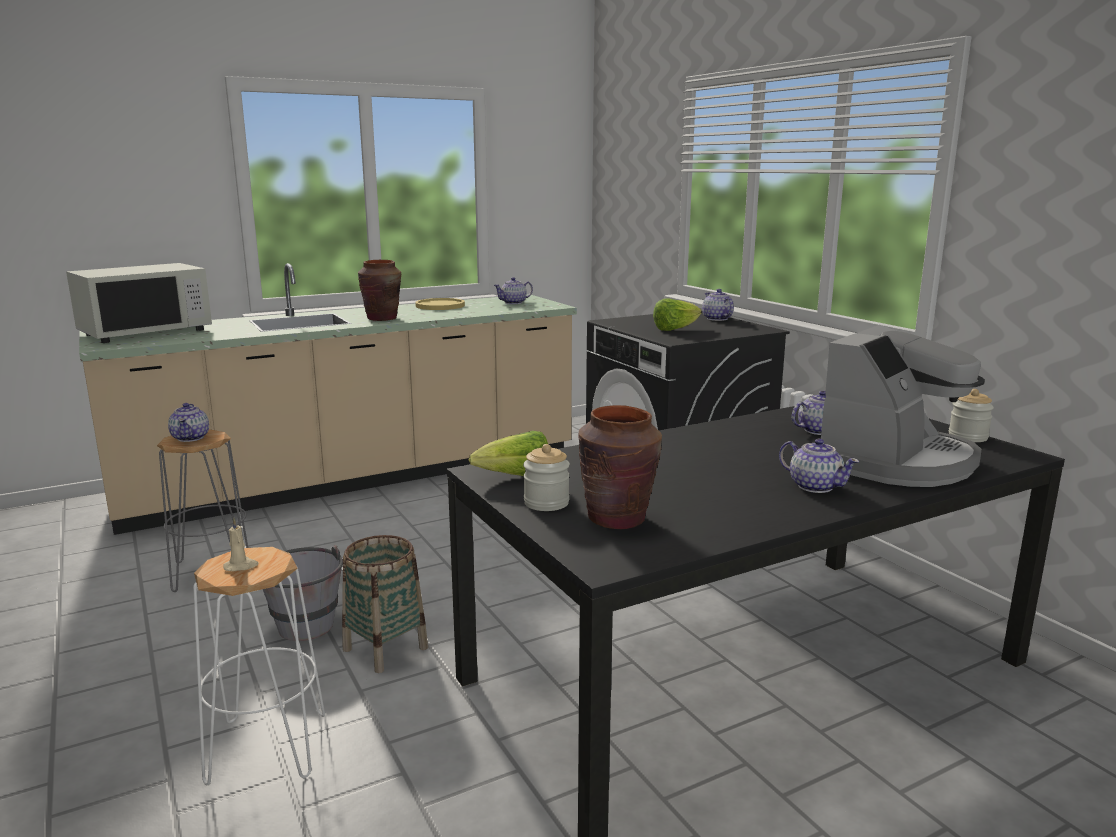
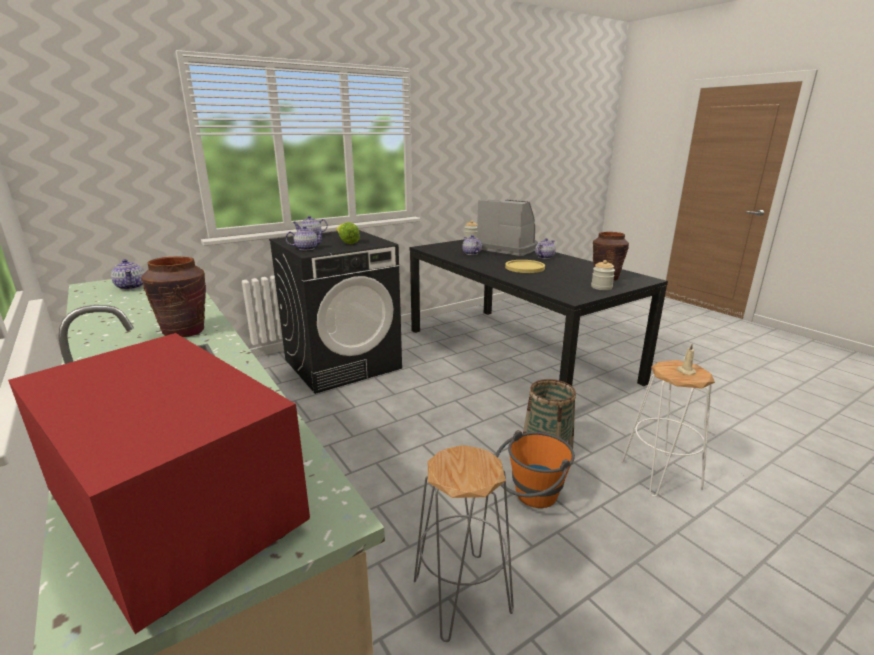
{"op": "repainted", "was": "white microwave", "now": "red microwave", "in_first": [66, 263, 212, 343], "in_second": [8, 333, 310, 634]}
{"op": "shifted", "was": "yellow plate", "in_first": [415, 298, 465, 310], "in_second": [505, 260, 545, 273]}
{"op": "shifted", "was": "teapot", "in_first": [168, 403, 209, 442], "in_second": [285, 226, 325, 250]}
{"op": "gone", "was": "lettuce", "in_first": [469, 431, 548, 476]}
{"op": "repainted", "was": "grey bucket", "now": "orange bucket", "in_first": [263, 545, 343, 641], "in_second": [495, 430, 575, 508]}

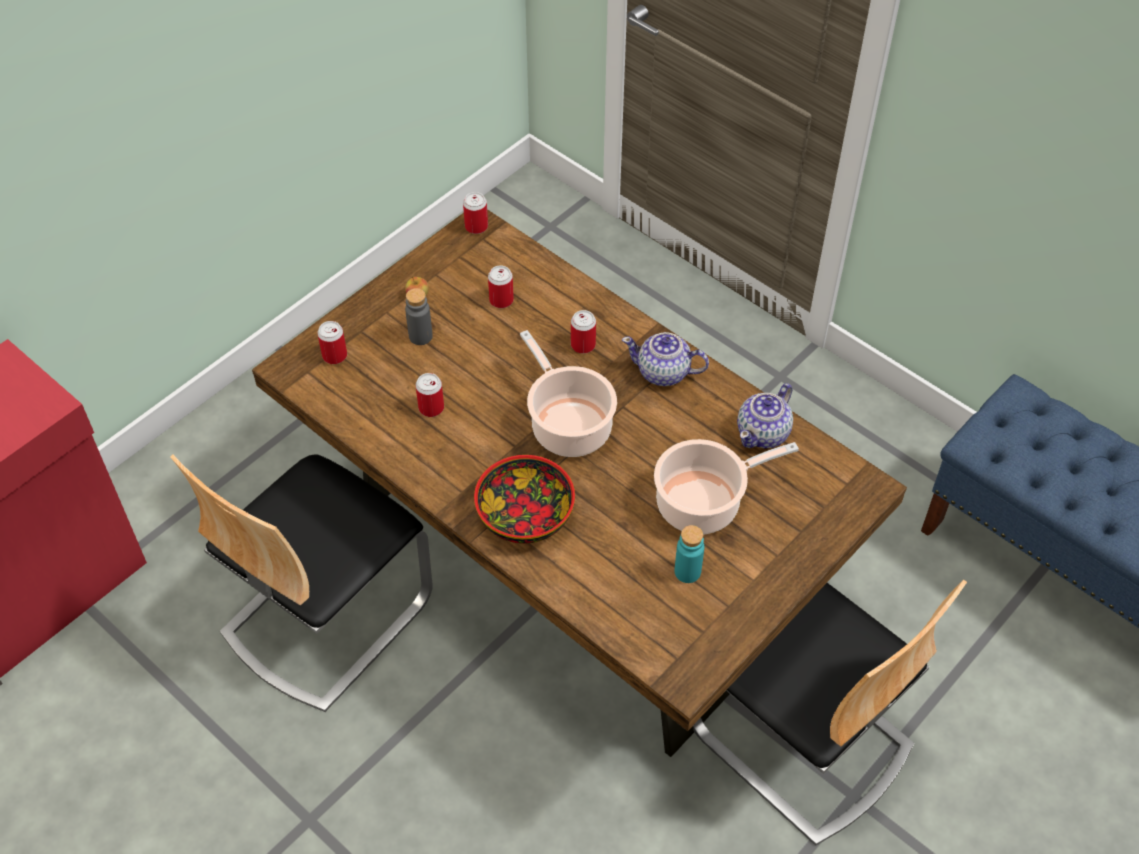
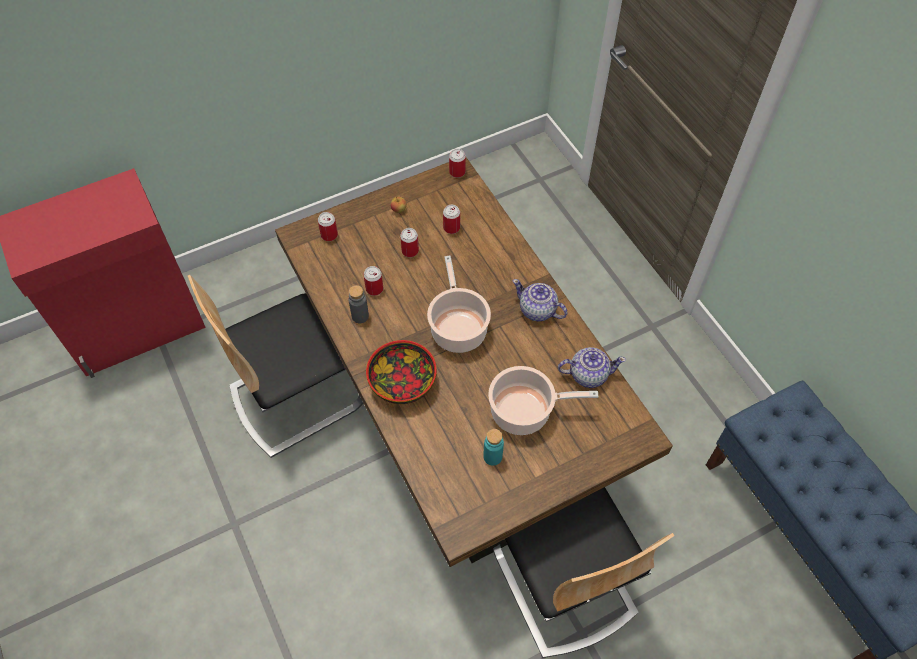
{"op": "shifted", "was": "grey bottle", "in_first": [405, 288, 433, 345], "in_second": [349, 285, 369, 323]}
{"op": "shifted", "was": "can", "in_first": [571, 310, 596, 354], "in_second": [400, 228, 419, 257]}
{"op": "rotated", "was": "teapot", "in_first": [737, 383, 793, 448], "in_second": [558, 347, 626, 388], "clockwise": -150}

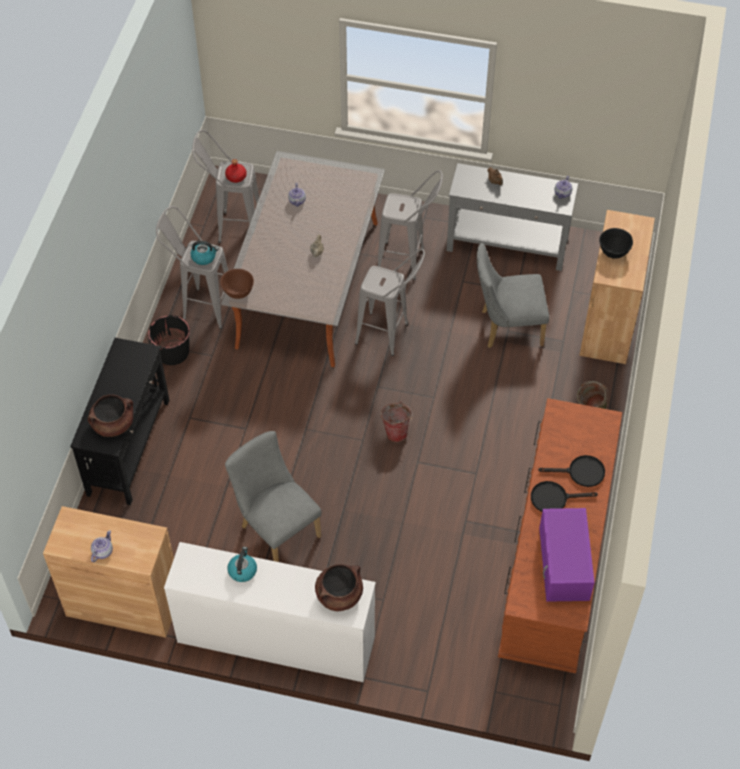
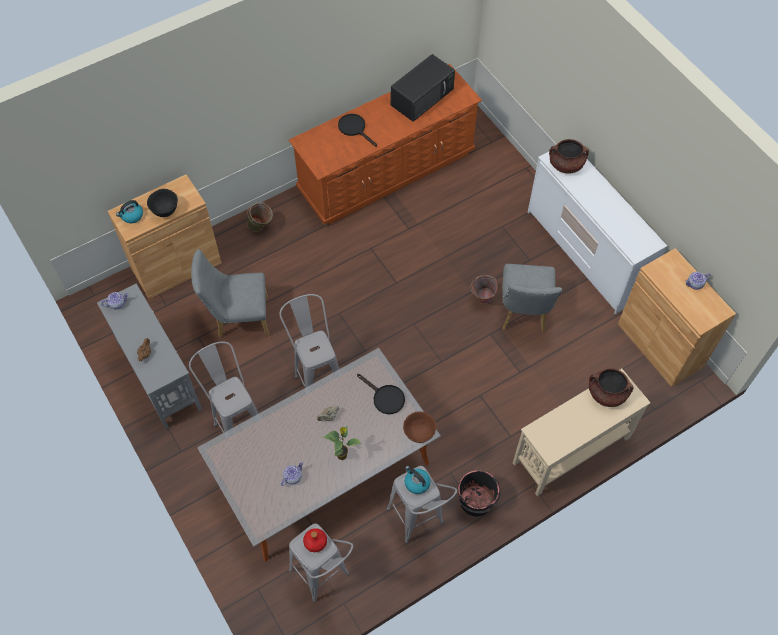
{"op": "rotated", "was": "grey chair", "in_first": [477, 243, 549, 348], "in_second": [191, 249, 269, 338], "clockwise": 135}
{"op": "repainted", "was": "black console table", "now": "beige console table", "in_first": [70, 338, 169, 505], "in_second": [513, 368, 650, 496]}
{"op": "shifted", "was": "bucket", "in_first": [381, 401, 413, 442], "in_second": [471, 275, 498, 304]}
{"op": "shifted", "was": "black frying pan", "in_first": [531, 481, 598, 512], "in_second": [357, 374, 405, 414]}
{"op": "repainted", "was": "purple microwave", "now": "black microwave", "in_first": [539, 508, 595, 602], "in_second": [391, 54, 455, 122]}
{"op": "shifted", "was": "kettle", "in_first": [227, 547, 257, 582], "in_second": [116, 200, 143, 223]}
{"op": "new", "now": "potted plant", "in_second": [323, 426, 362, 460]}

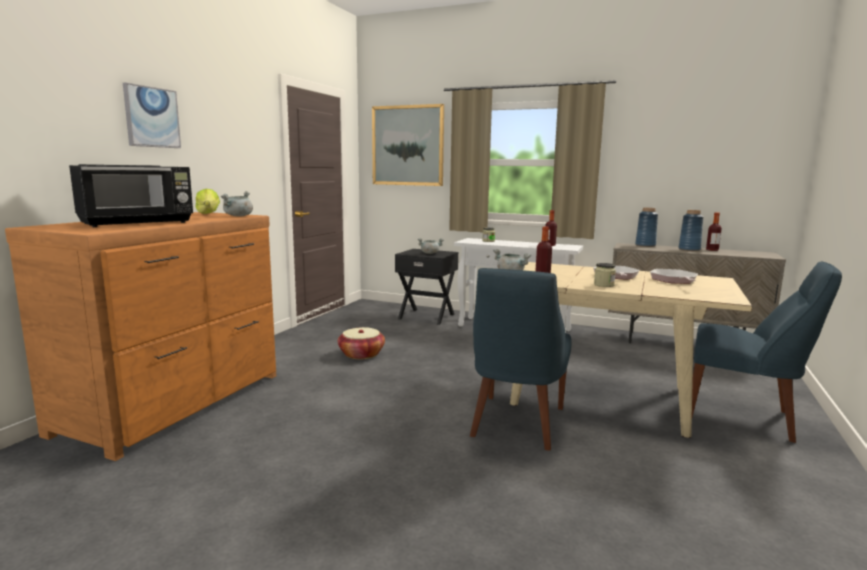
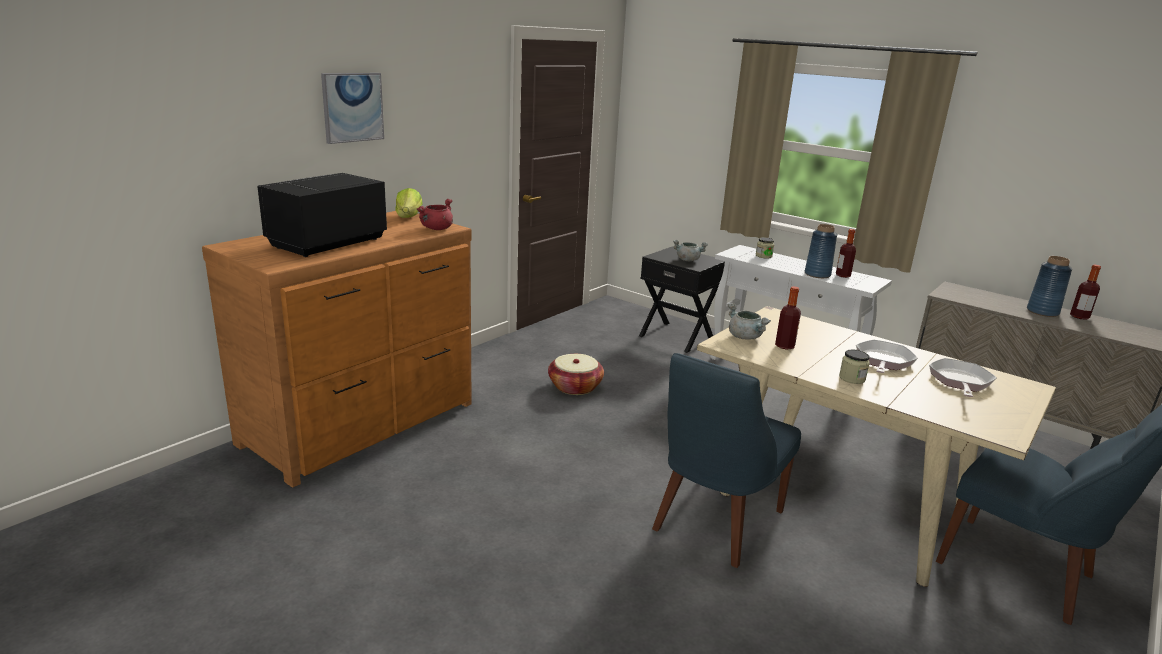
{"op": "gone", "was": "picture", "in_first": [372, 104, 444, 186]}
{"op": "rotated", "was": "black microwave", "in_first": [69, 164, 193, 227], "in_second": [257, 173, 387, 257], "clockwise": 150}
{"op": "repainted", "was": "grey cooking pot", "now": "red cooking pot", "in_first": [221, 191, 253, 217], "in_second": [417, 199, 453, 230]}
{"op": "shifted", "was": "blue vase", "in_first": [635, 208, 658, 247], "in_second": [805, 224, 837, 278]}

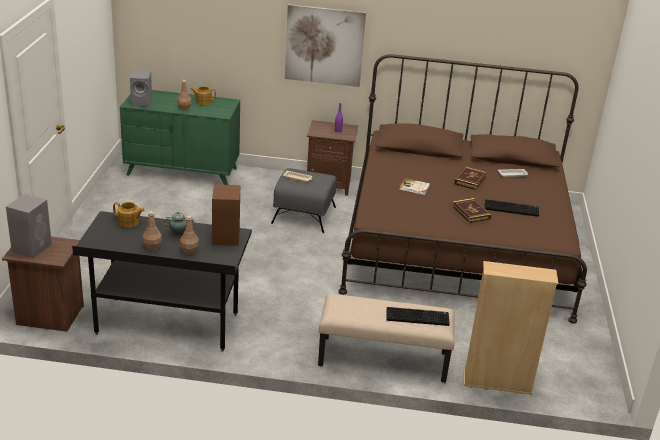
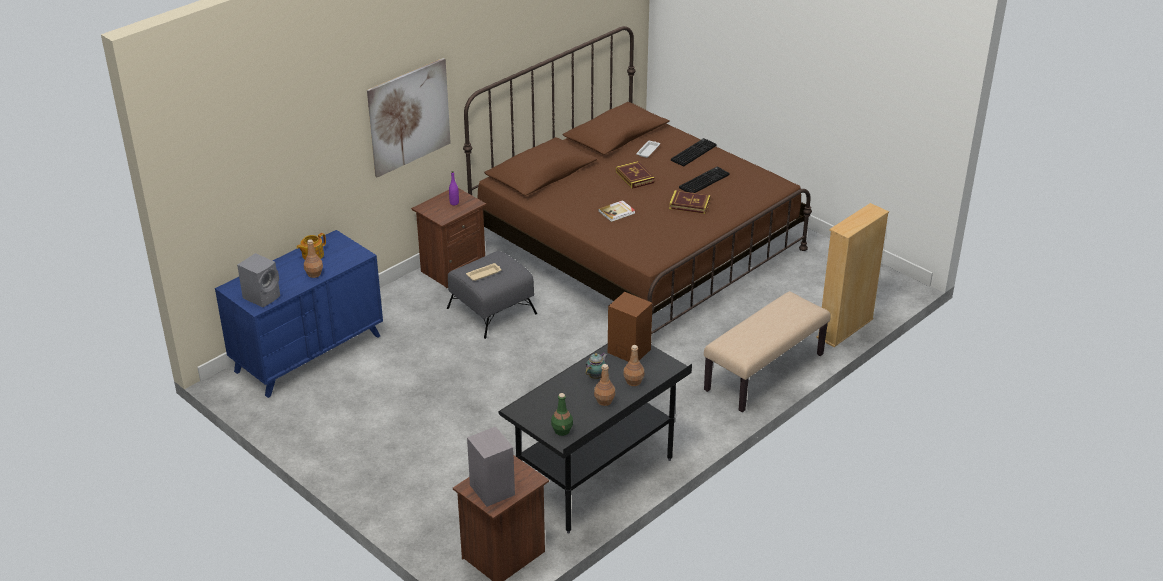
{"op": "repainted", "was": "green dresser", "now": "blue dresser", "in_first": [120, 90, 240, 185], "in_second": [215, 230, 383, 398]}
{"op": "gone", "was": "teapot", "in_first": [113, 202, 145, 227]}
{"op": "shifted", "was": "keyboard", "in_first": [387, 307, 450, 326], "in_second": [671, 138, 717, 167]}
{"op": "new", "now": "green bottle", "in_second": [551, 393, 573, 436]}

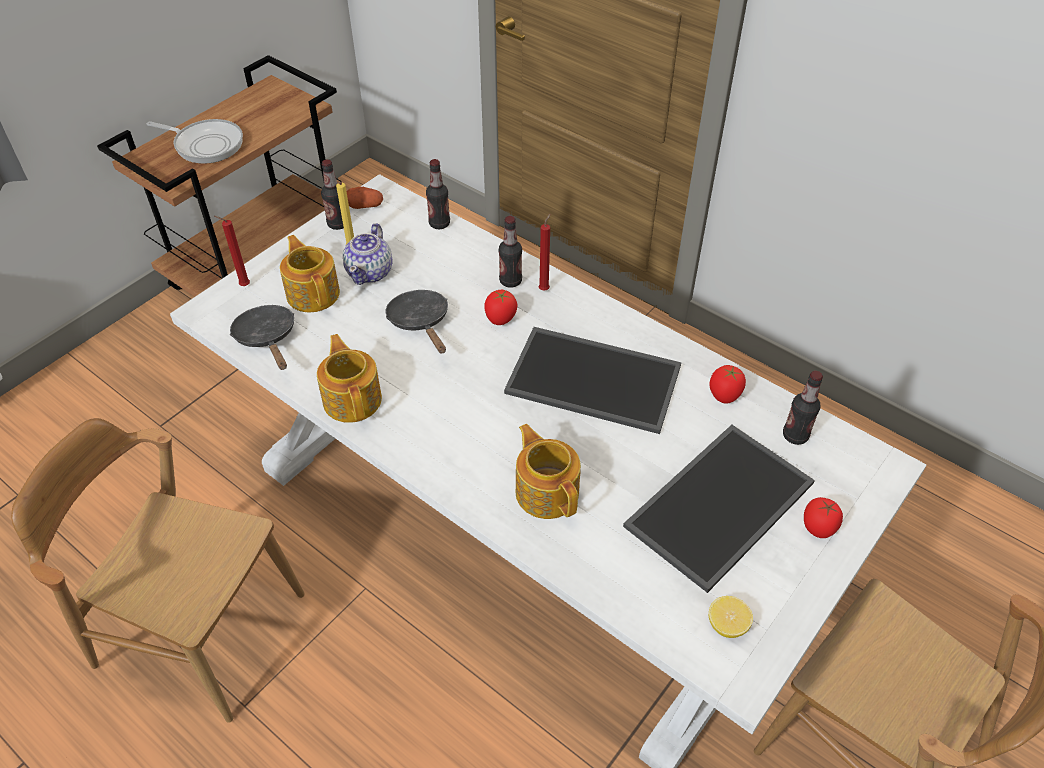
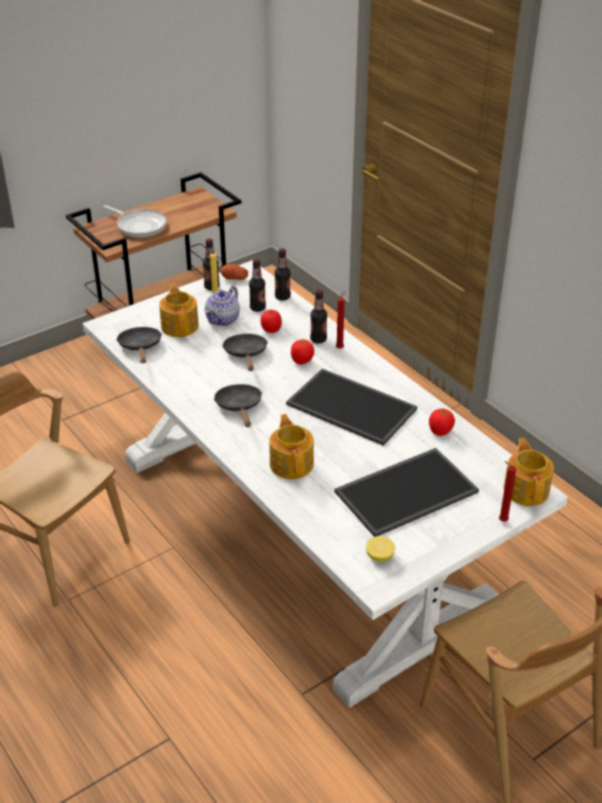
{"op": "shifted", "was": "red candle", "in_first": [215, 216, 250, 286], "in_second": [499, 461, 516, 522]}
{"op": "shifted", "was": "teapot", "in_first": [317, 334, 382, 423], "in_second": [504, 438, 554, 506]}
{"op": "shifted", "was": "bottle", "in_first": [783, 371, 823, 445], "in_second": [249, 259, 266, 312]}
{"op": "shifted", "was": "tomato", "in_first": [804, 497, 843, 538], "in_second": [260, 310, 282, 333]}
{"op": "new", "now": "black frying pan", "in_second": [214, 384, 262, 427]}

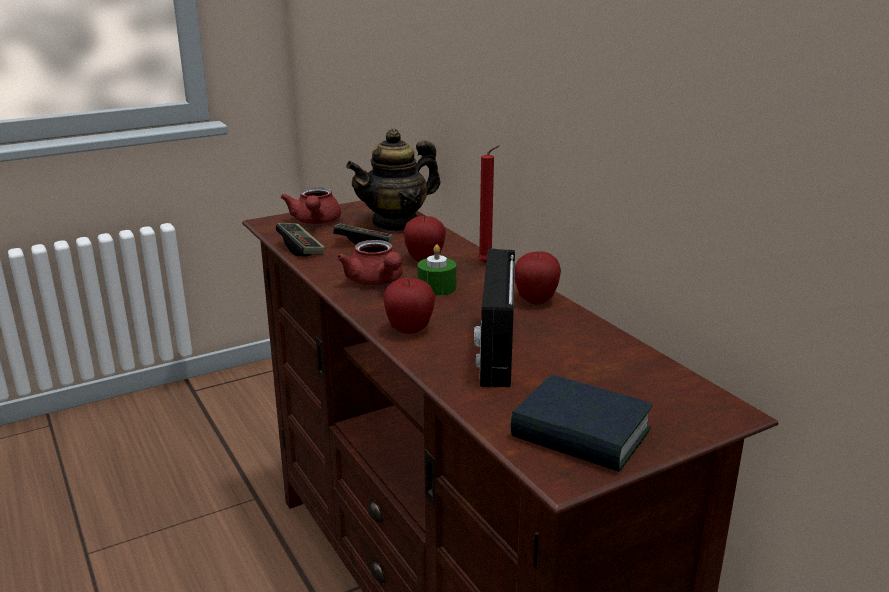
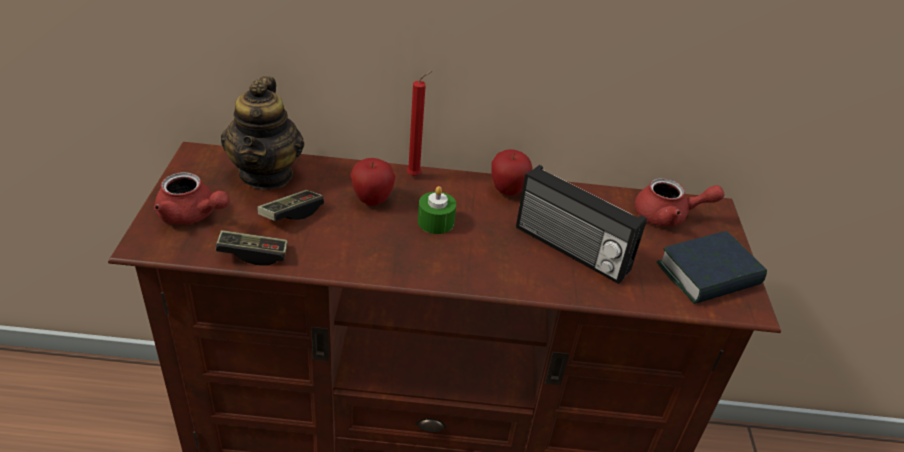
{"op": "shifted", "was": "red teapot", "in_first": [337, 240, 403, 285], "in_second": [634, 178, 725, 227]}
{"op": "gone", "was": "apple", "in_first": [383, 278, 436, 334]}

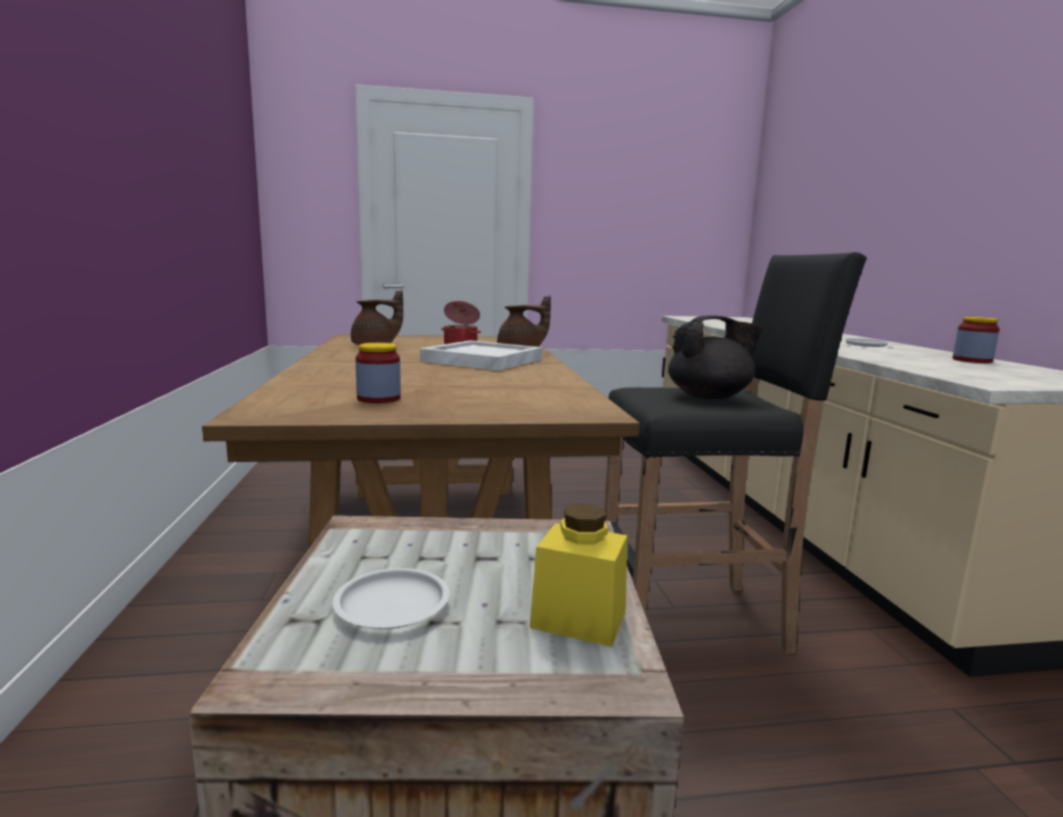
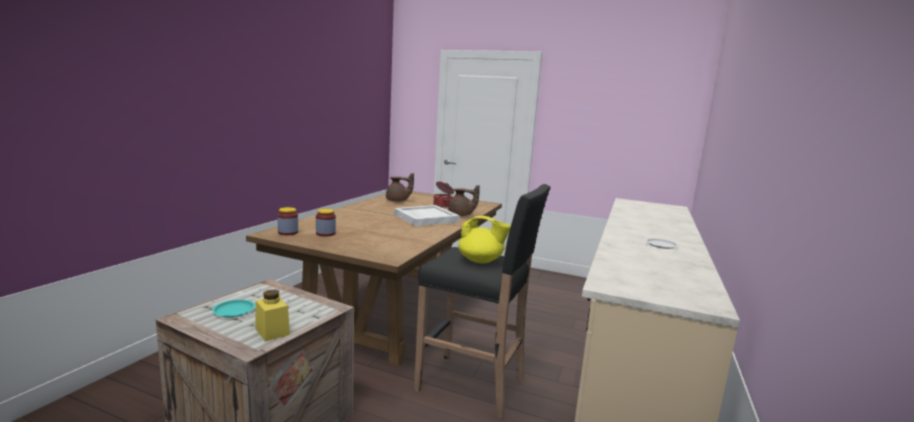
{"op": "repainted", "was": "black teapot", "now": "yellow teapot", "in_first": [668, 315, 763, 399], "in_second": [458, 216, 511, 263]}
{"op": "shifted", "was": "jar", "in_first": [953, 317, 1000, 363], "in_second": [277, 207, 298, 235]}
{"op": "repainted", "was": "white plate", "now": "turquoise plate", "in_first": [333, 568, 449, 629], "in_second": [212, 299, 255, 317]}

